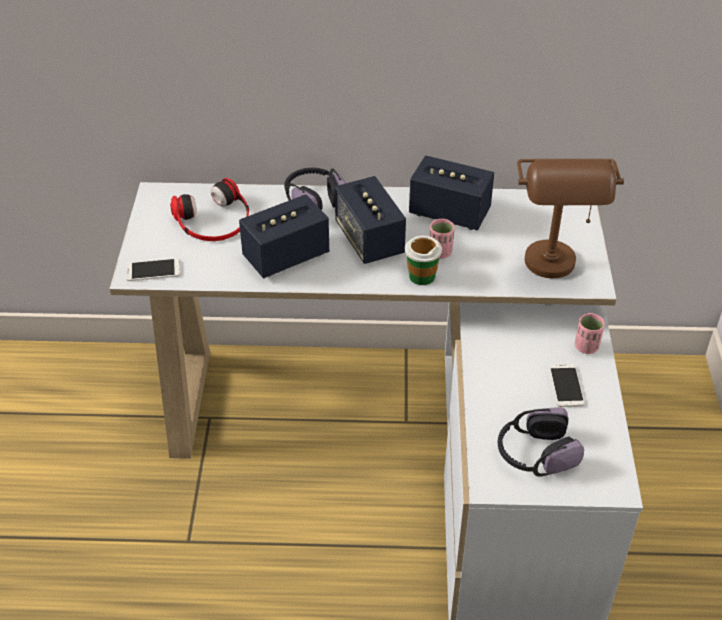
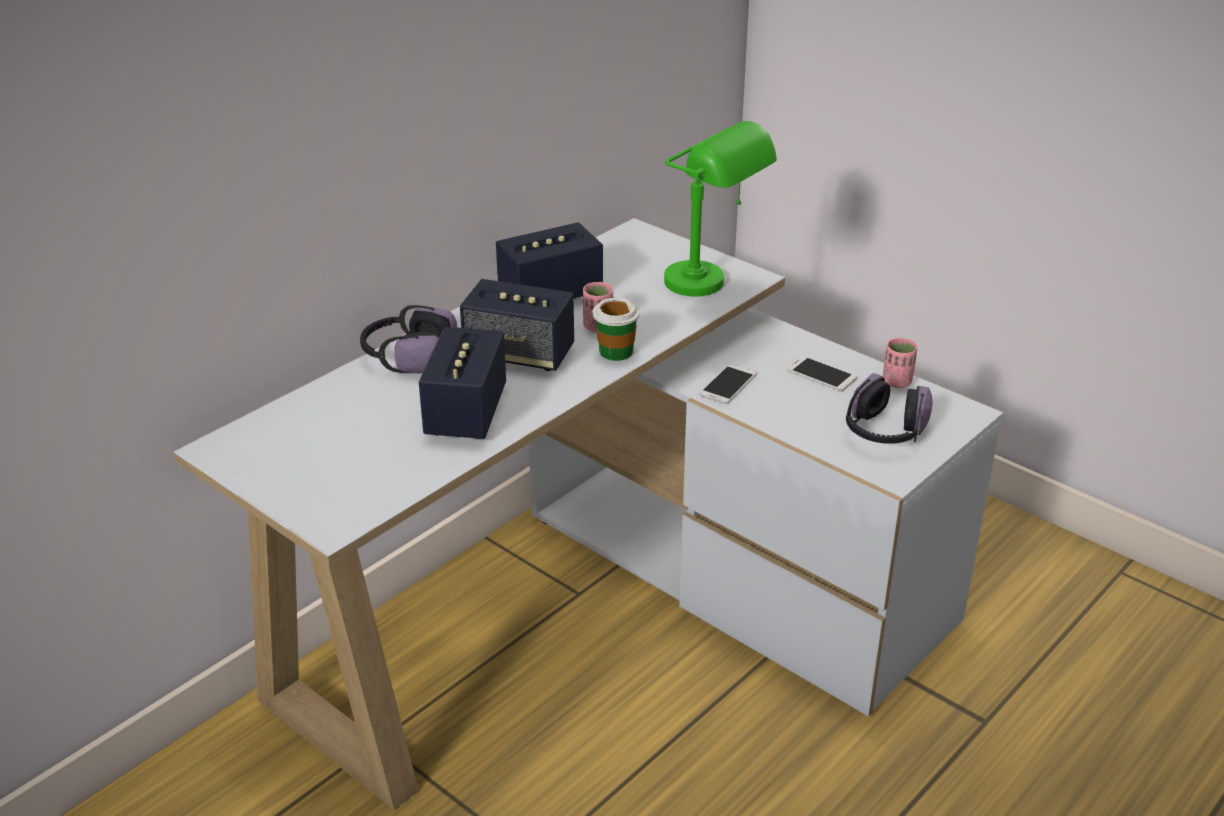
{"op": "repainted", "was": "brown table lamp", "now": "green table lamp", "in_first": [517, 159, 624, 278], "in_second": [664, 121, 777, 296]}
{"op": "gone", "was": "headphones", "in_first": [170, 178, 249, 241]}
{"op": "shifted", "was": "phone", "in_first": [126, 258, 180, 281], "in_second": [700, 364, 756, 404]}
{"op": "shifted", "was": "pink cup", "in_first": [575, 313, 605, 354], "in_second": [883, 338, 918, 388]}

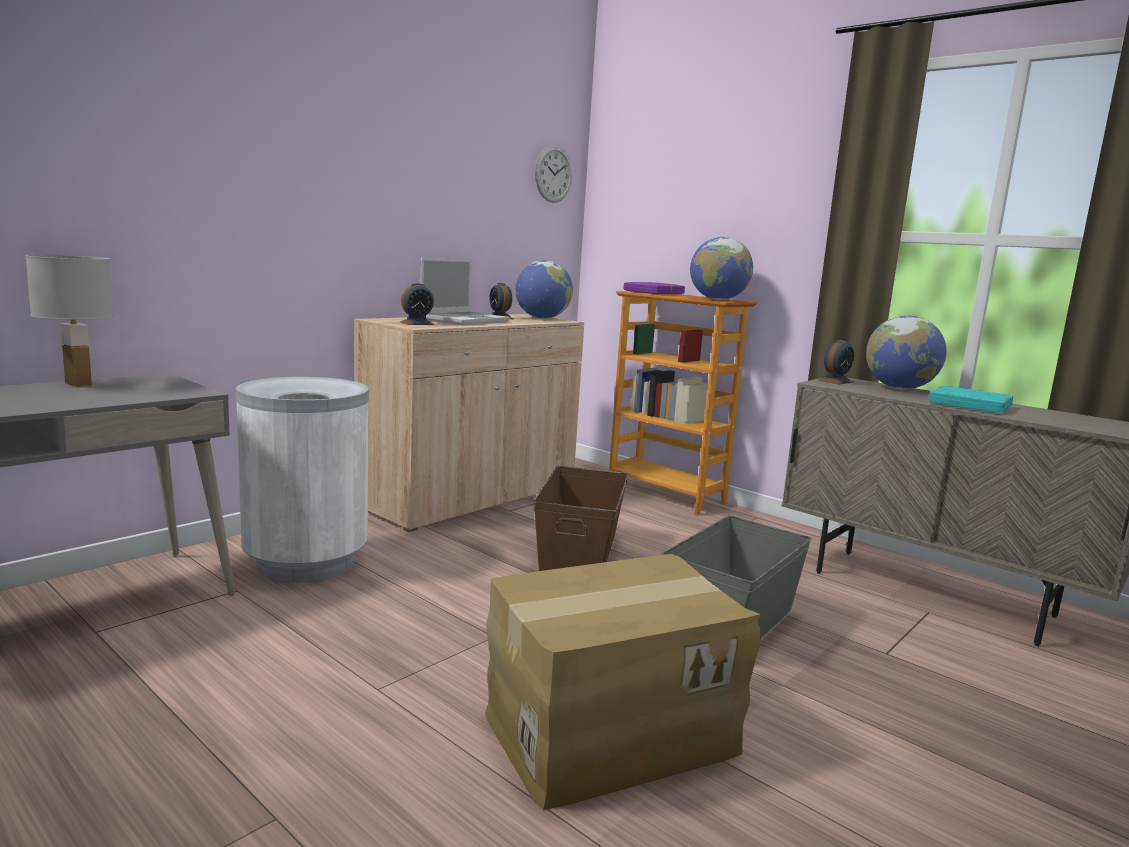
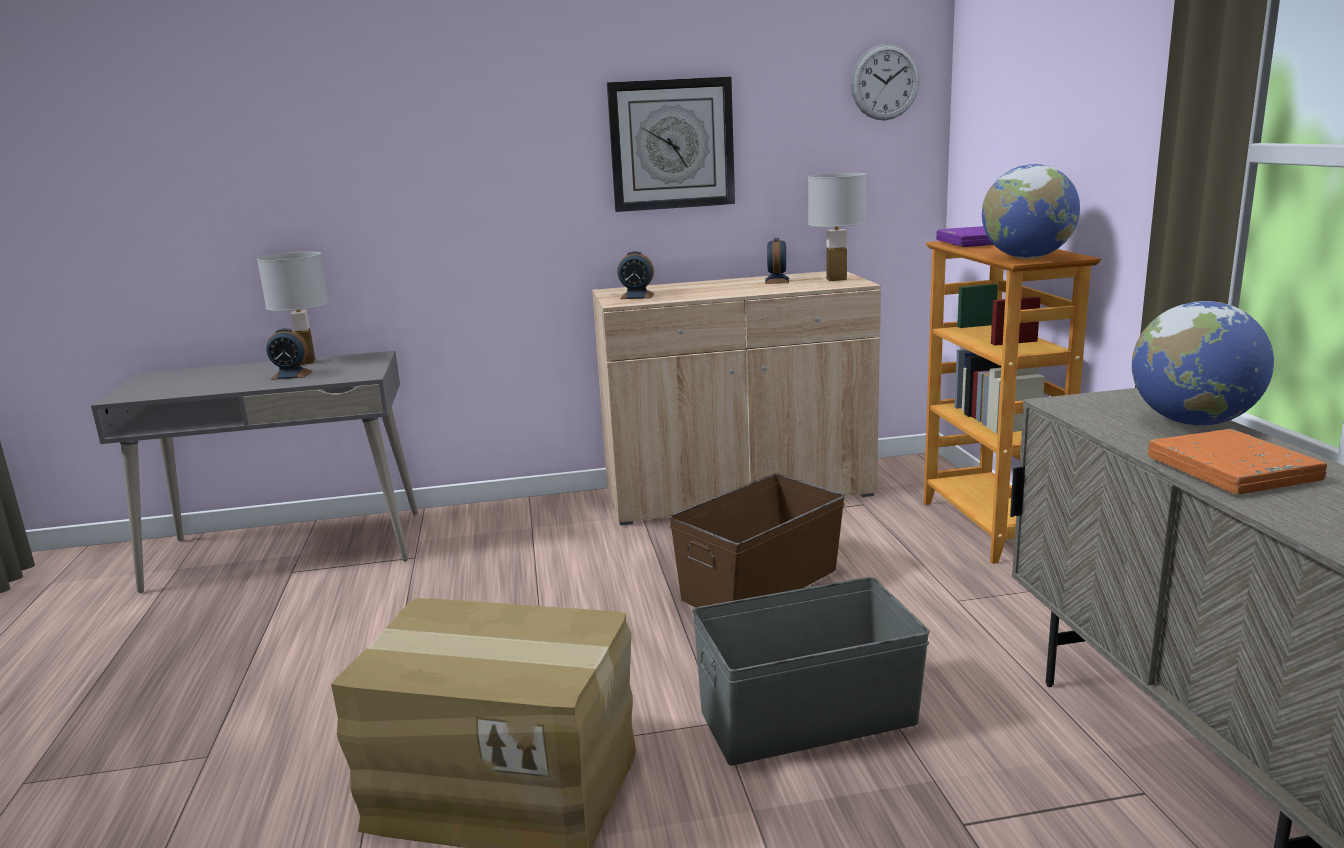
{"op": "gone", "was": "laptop", "in_first": [421, 258, 510, 325]}
{"op": "swapped", "was": "globe", "now": "white table lamp", "in_first": [515, 260, 573, 319], "in_second": [808, 173, 866, 281]}
{"op": "shifted", "was": "alarm clock", "in_first": [818, 340, 854, 384], "in_second": [266, 328, 312, 380]}
{"op": "gone", "was": "white trash can", "in_first": [236, 377, 369, 582]}
{"op": "repainted", "was": "turquoise book", "now": "orange book", "in_first": [928, 386, 1013, 413], "in_second": [1148, 429, 1327, 494]}
{"op": "new", "now": "wall clock", "in_second": [607, 77, 735, 212]}

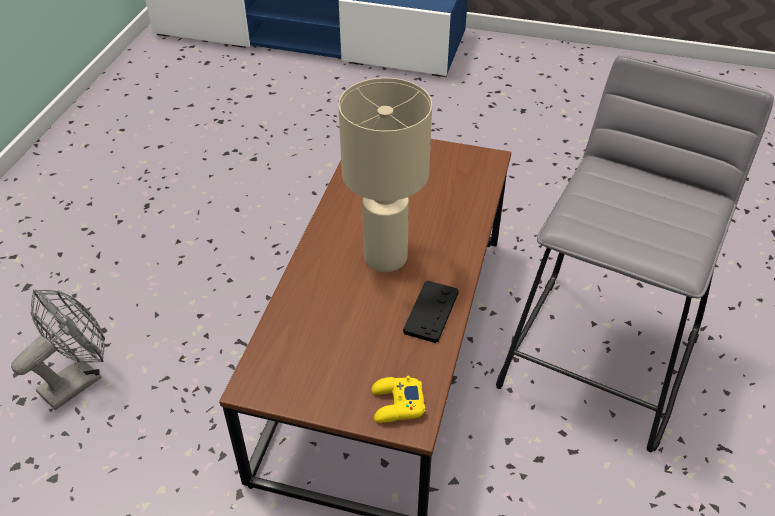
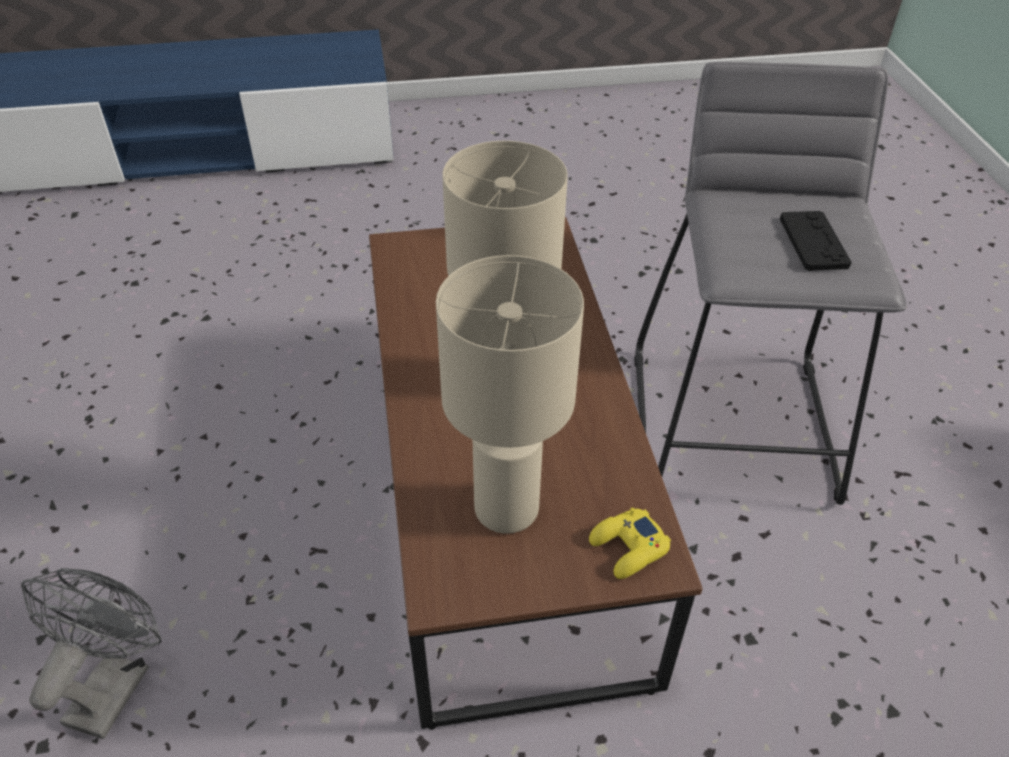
{"op": "shifted", "was": "black game controller", "in_first": [403, 280, 459, 343], "in_second": [780, 211, 852, 271]}
{"op": "new", "now": "beige table lamp", "in_second": [436, 255, 584, 534]}

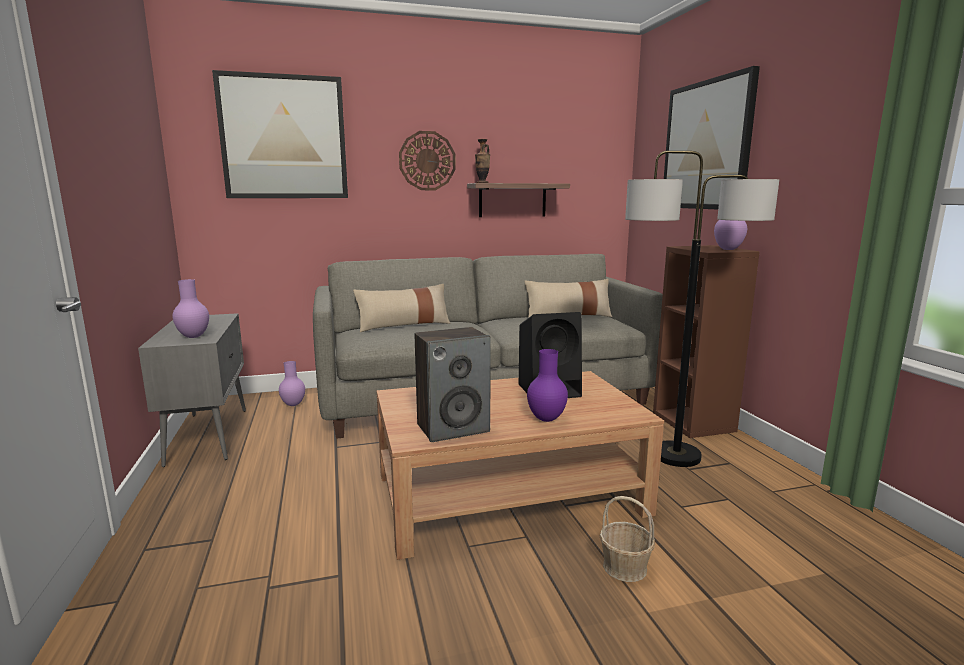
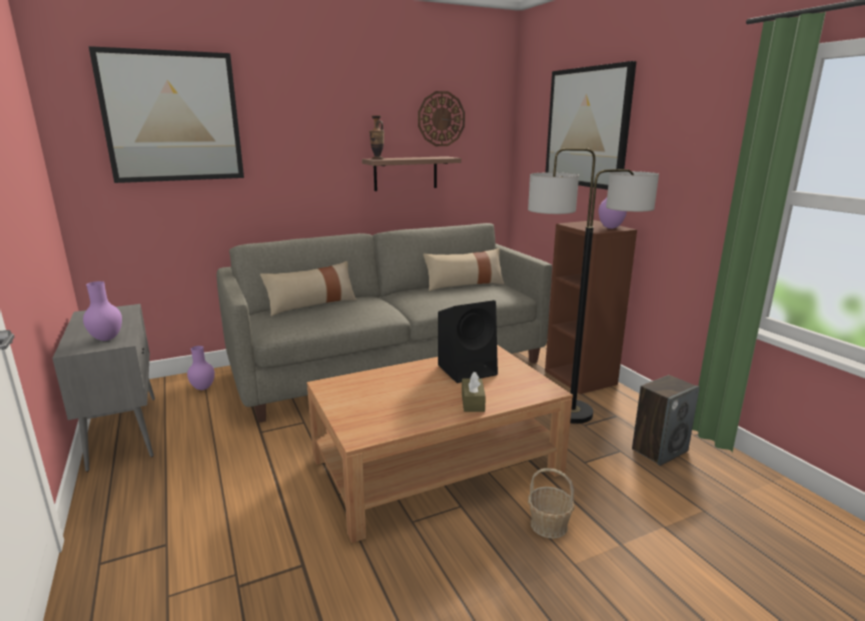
{"op": "shifted", "was": "wall clock", "in_first": [399, 131, 456, 190], "in_second": [418, 91, 465, 146]}
{"op": "shifted", "was": "speaker", "in_first": [415, 327, 491, 442], "in_second": [632, 375, 700, 466]}
{"op": "swapped", "was": "purple vase", "now": "brown tissue box", "in_first": [527, 349, 568, 422], "in_second": [462, 372, 486, 412]}

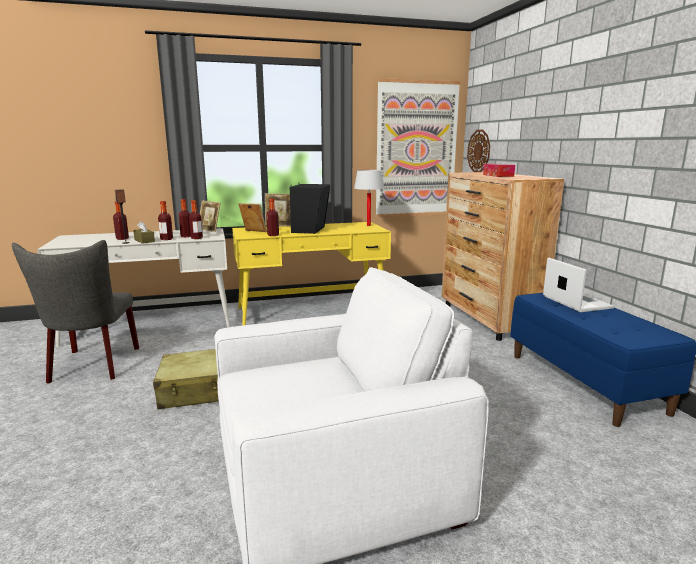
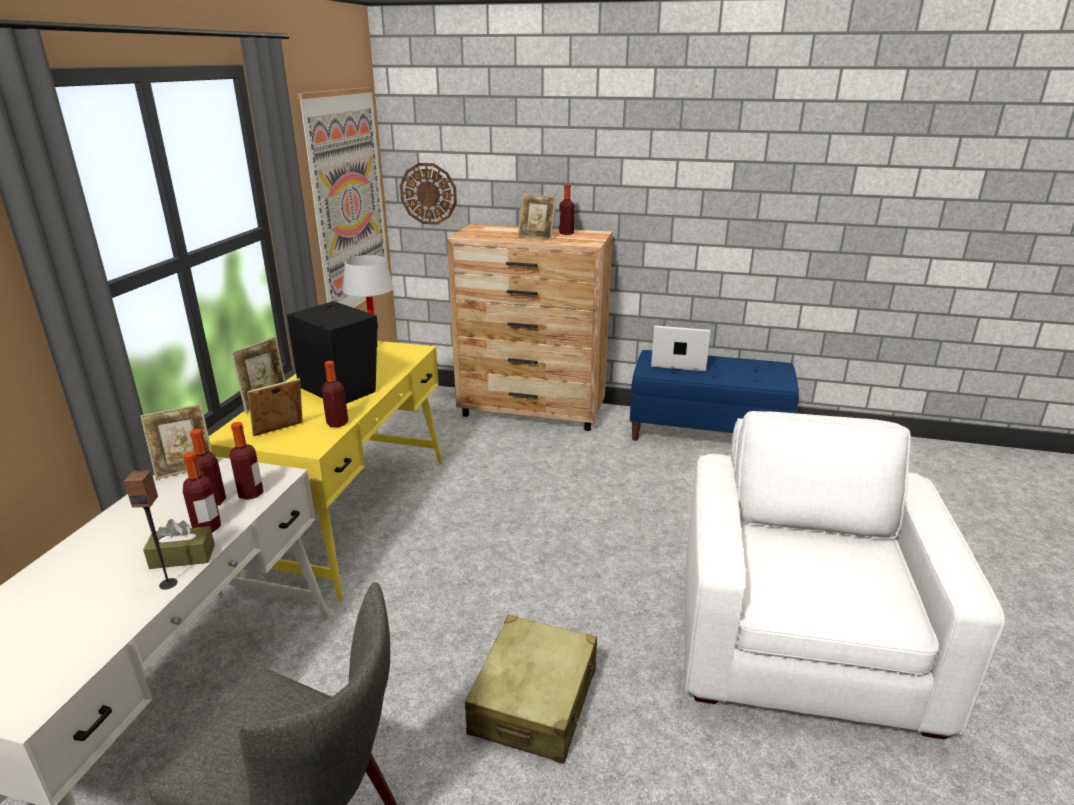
{"op": "swapped", "was": "tissue box", "now": "picture frame", "in_first": [483, 164, 515, 177], "in_second": [518, 194, 556, 240]}
{"op": "shifted", "was": "bottle", "in_first": [113, 201, 129, 240], "in_second": [559, 184, 575, 235]}

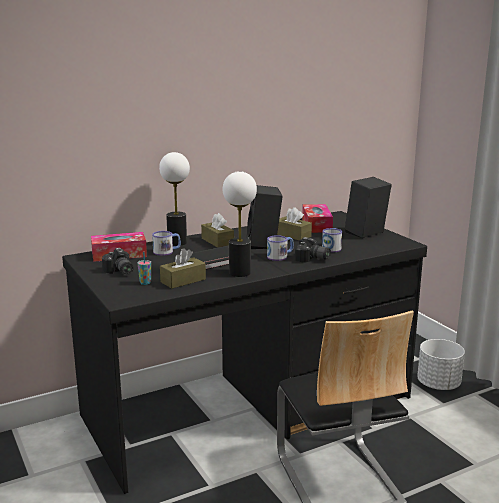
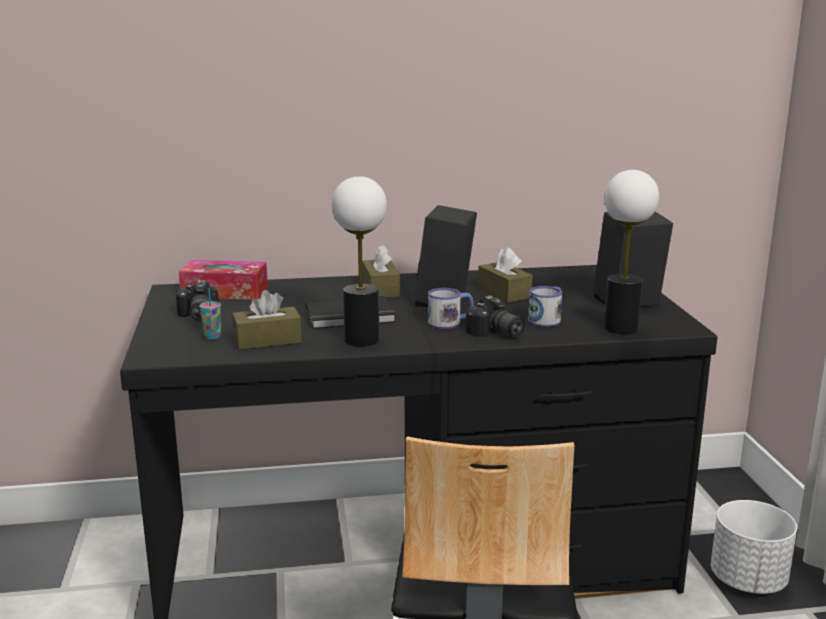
{"op": "shifted", "was": "table lamp", "in_first": [159, 152, 190, 246], "in_second": [604, 170, 659, 334]}
{"op": "gone", "was": "tissue box", "in_first": [302, 204, 333, 233]}
{"op": "gone", "was": "mug", "in_first": [152, 231, 181, 256]}

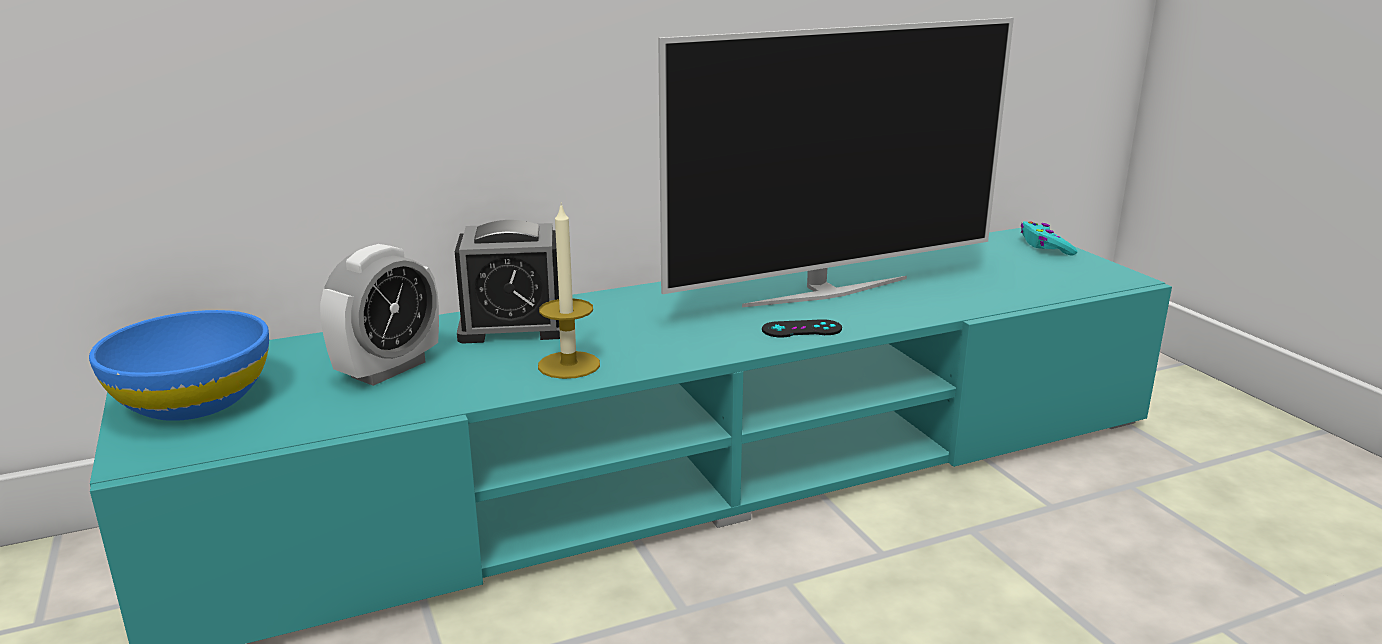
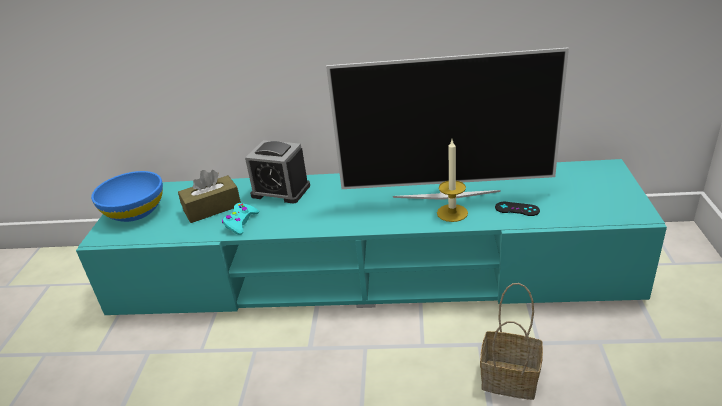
{"op": "shifted", "was": "candle", "in_first": [538, 202, 600, 379], "in_second": [437, 140, 468, 222]}
{"op": "shifted", "was": "turquoise game controller", "in_first": [1021, 221, 1077, 255], "in_second": [222, 203, 259, 235]}
{"op": "swapped", "was": "alarm clock", "now": "brown tissue box", "in_first": [320, 244, 439, 386], "in_second": [178, 170, 241, 223]}
{"op": "shifted", "was": "black game controller", "in_first": [762, 319, 842, 338], "in_second": [495, 202, 540, 216]}
{"op": "new", "now": "basket", "in_second": [480, 283, 543, 400]}

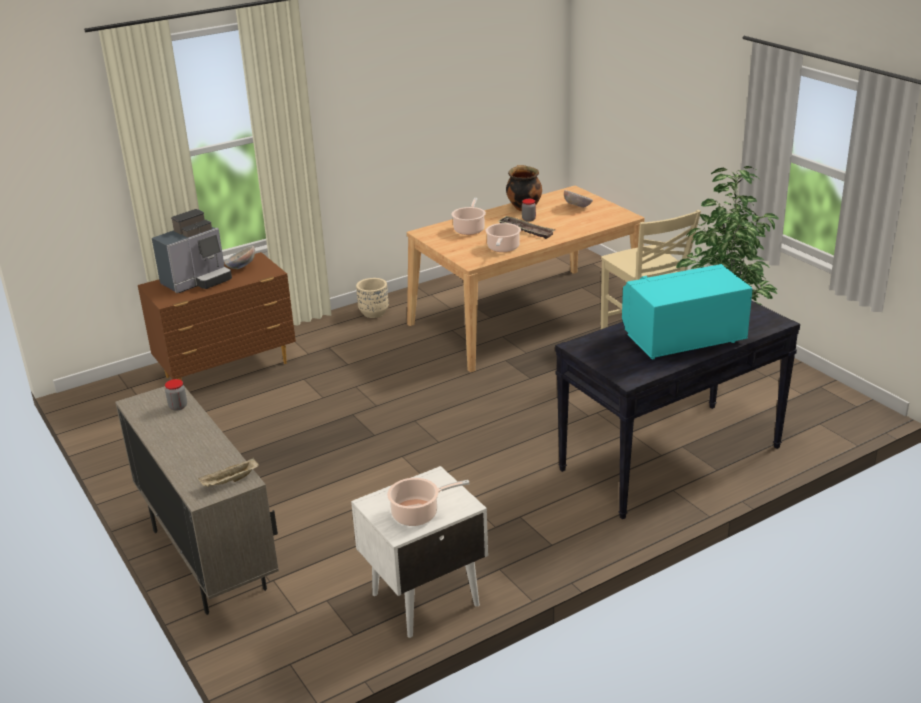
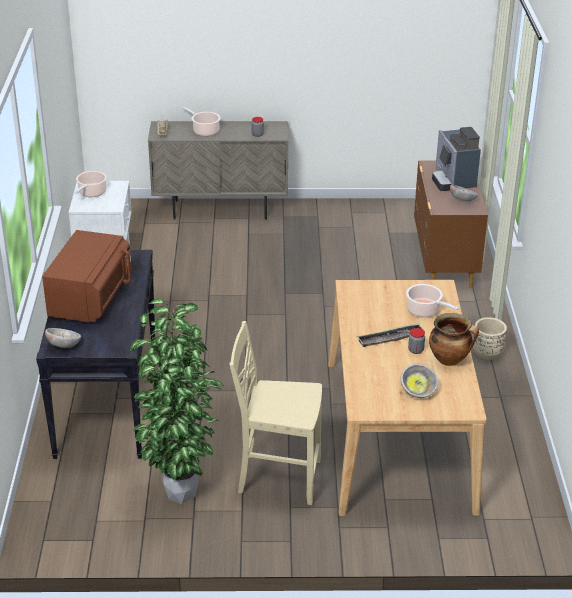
{"op": "shifted", "was": "cooking pot", "in_first": [486, 223, 521, 252], "in_second": [182, 107, 220, 136]}
{"op": "repainted", "was": "turquoise microwave", "now": "brown microwave", "in_first": [622, 264, 753, 359], "in_second": [42, 230, 132, 322]}
{"op": "new", "now": "bowl", "in_second": [45, 328, 81, 348]}

